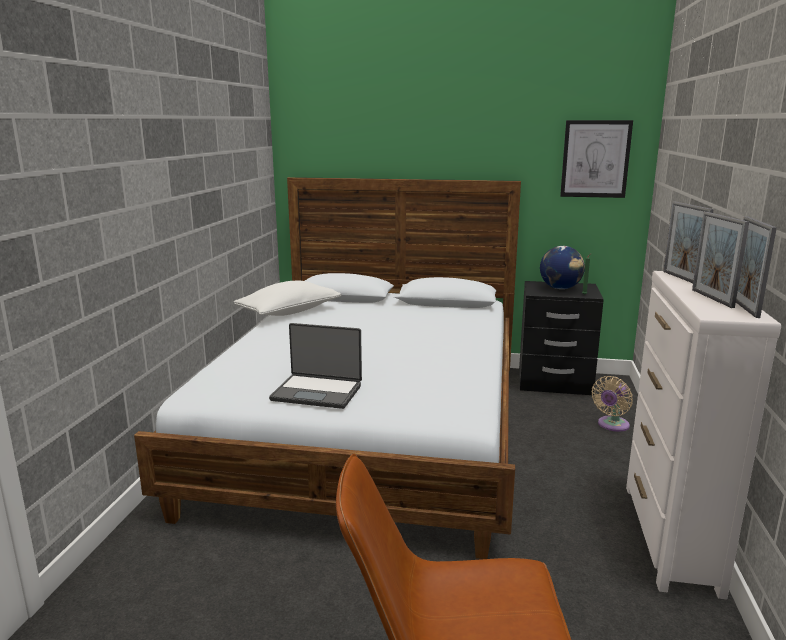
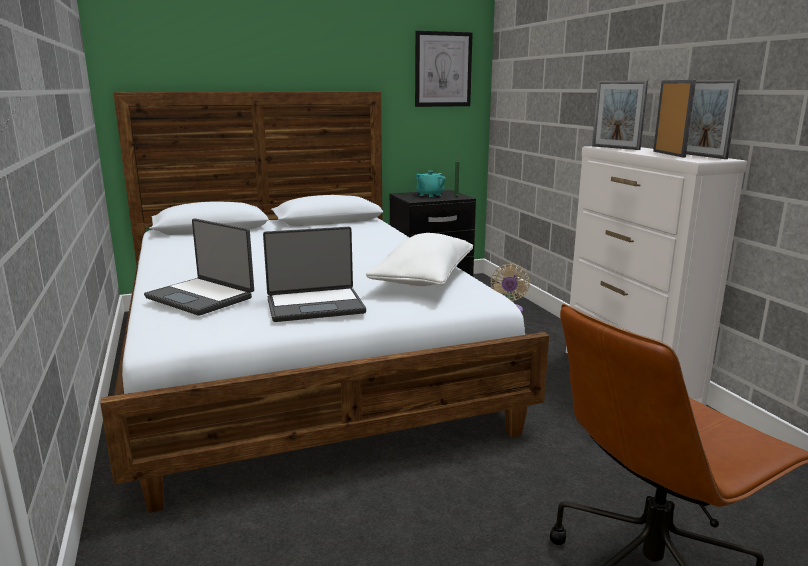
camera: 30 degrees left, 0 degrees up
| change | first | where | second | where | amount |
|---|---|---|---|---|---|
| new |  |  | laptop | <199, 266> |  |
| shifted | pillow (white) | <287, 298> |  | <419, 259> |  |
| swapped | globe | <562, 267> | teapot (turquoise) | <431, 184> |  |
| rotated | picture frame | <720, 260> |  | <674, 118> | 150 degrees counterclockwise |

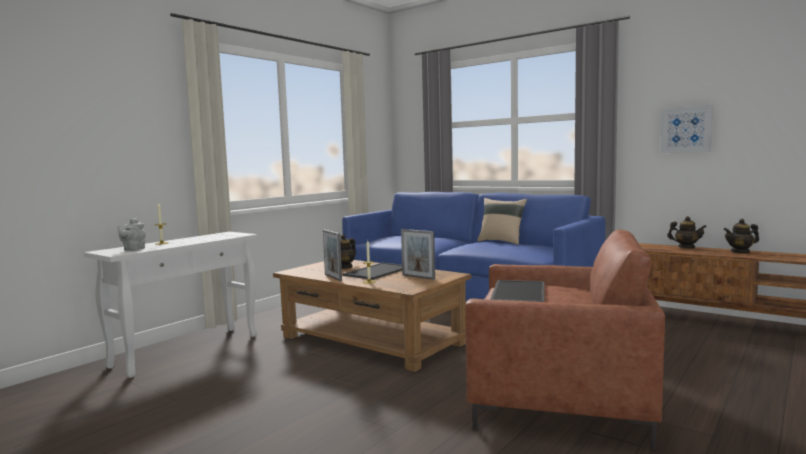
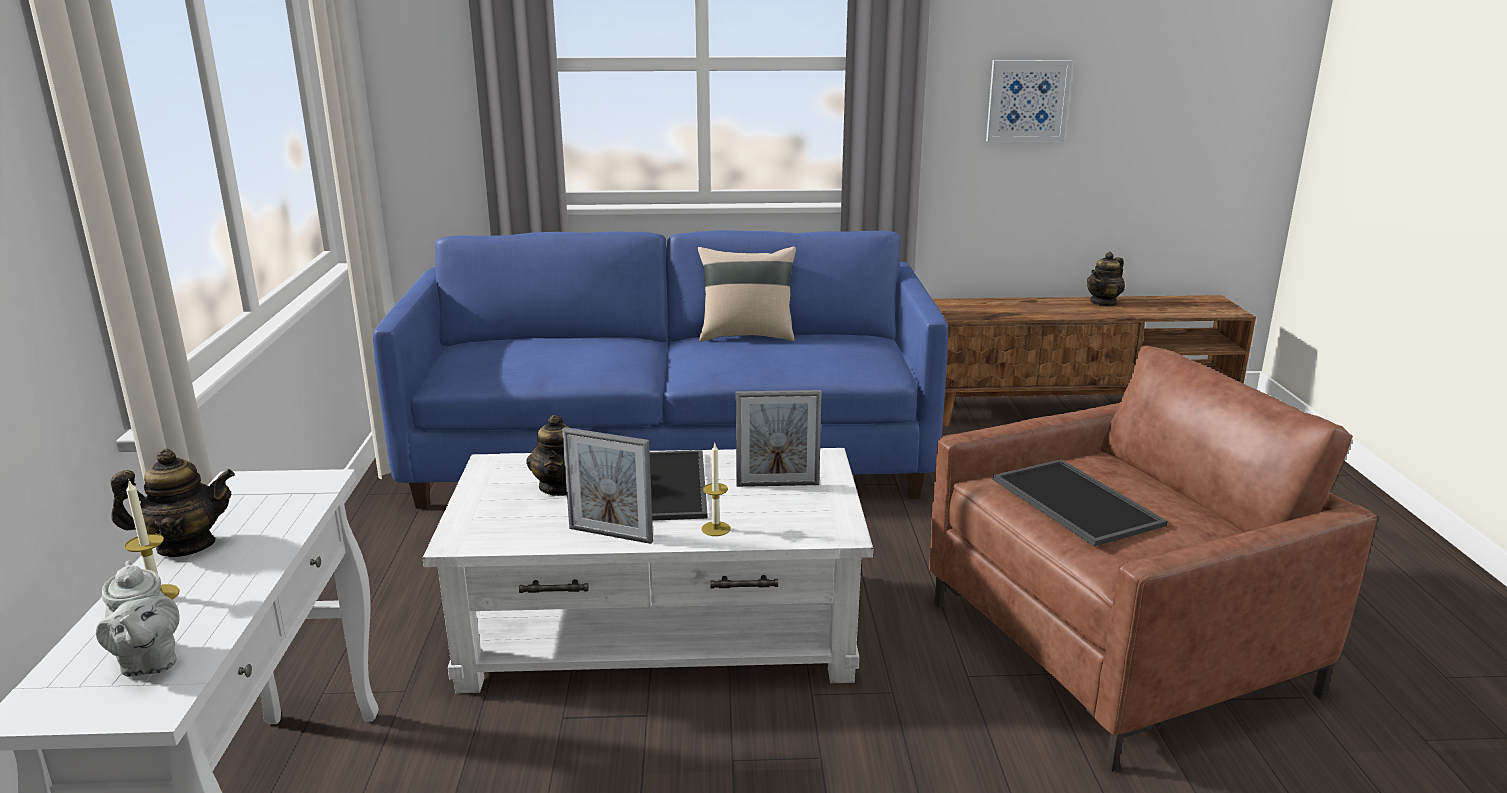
camera: 40 degrees left, 15 degrees up
| change | first | where | second | where | amount |
|---|---|---|---|---|---|
| shifted | teapot | <687, 232> |  | <172, 503> |  |
| repainted | coffee table (brown) | <372, 316> | coffee table (white) | <648, 570> |  |

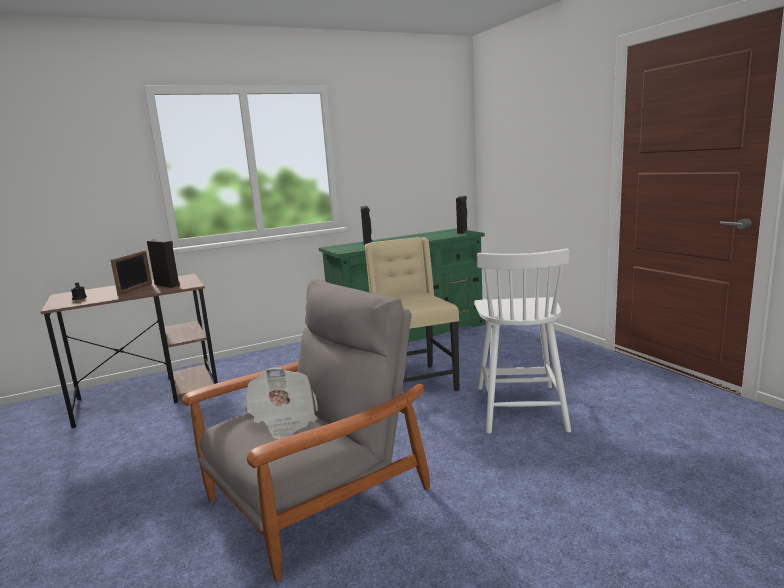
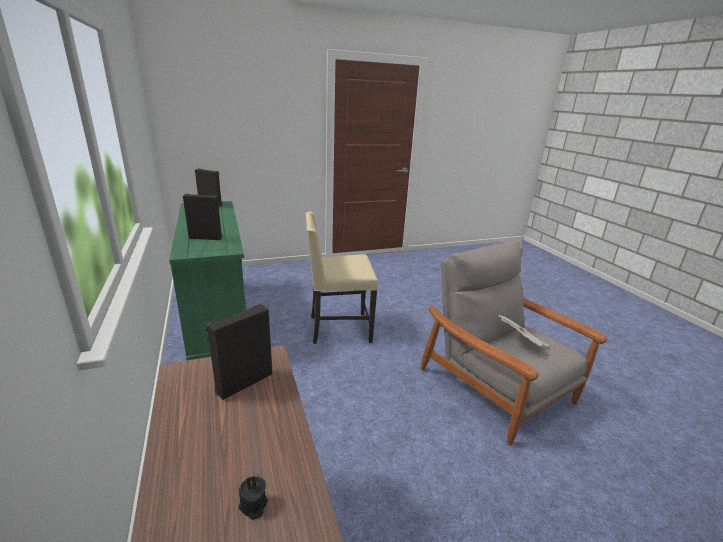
camera: 85 degrees left, 10 degrees up
| change | first | where | second | where | amount |
|---|---|---|---|---|---|
| gone | picture frame | <131, 273> |  |  |  |
| gone | chair (white) | <522, 341> |  |  |  |

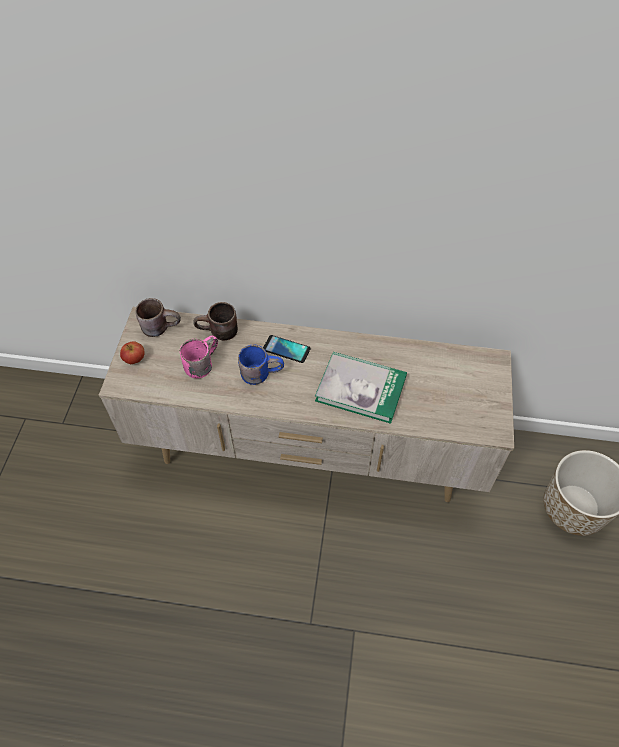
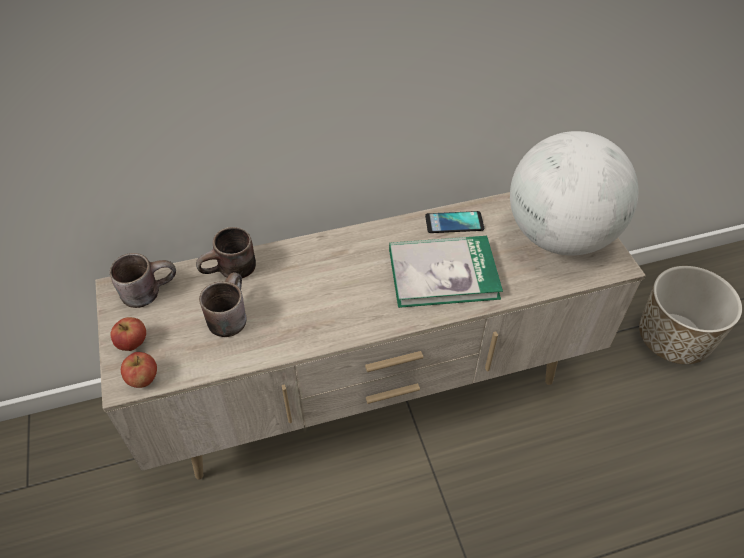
camera: 25 degrees left, 5 degrees down
| change | first | where | second | where | amount |
|---|---|---|---|---|---|
| gone | mug (blue) | <261, 365> |  |  |  |
| new |  |  | apple | <139, 370> |  |
| new |  |  | globe | <574, 193> |  |
| shifted | phone | <286, 349> |  | <454, 222> |  |
| repainted | mug (pink) | <199, 357> | mug (brown) | <223, 304> |  |

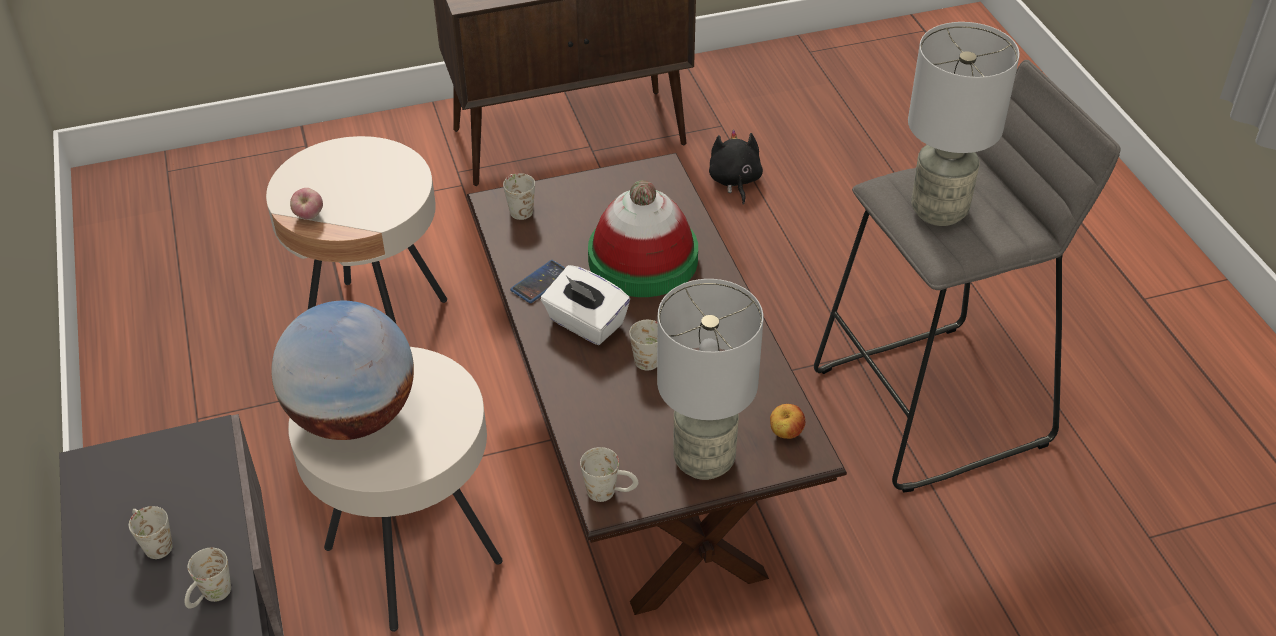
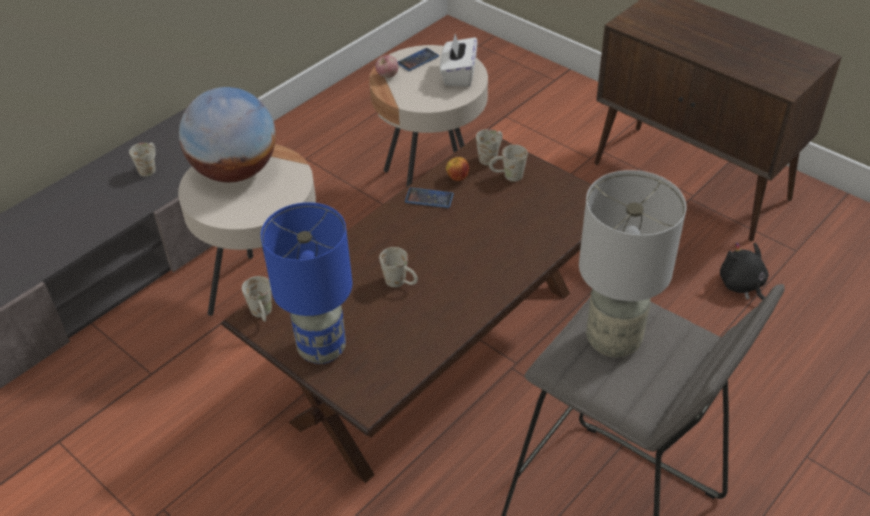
camera: 60 degrees right, 0 degrees up
| change | first | where | second | where | amount |
|---|---|---|---|---|---|
| gone | hat | <643, 238> |  |  |  |
| new |  |  | phone | <418, 59> |  |
| shifted | mug (white) | <207, 578> |  | <508, 163> |  |
| shifted | tissue box (white) | <585, 305> |  | <458, 60> |  |
| shifted | apple | <787, 421> |  | <457, 169> |  |
| repainted | table lamp (grey) | <710, 379> | table lamp (blue) | <306, 283> |  |
| rotated | plush toy (black) | <736, 167> |  | <744, 271> | 75 degrees counterclockwise |

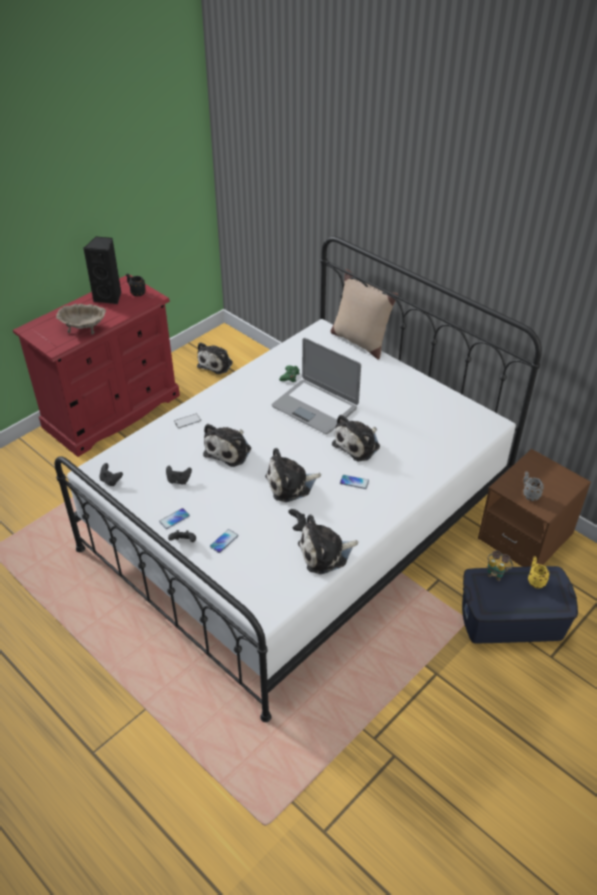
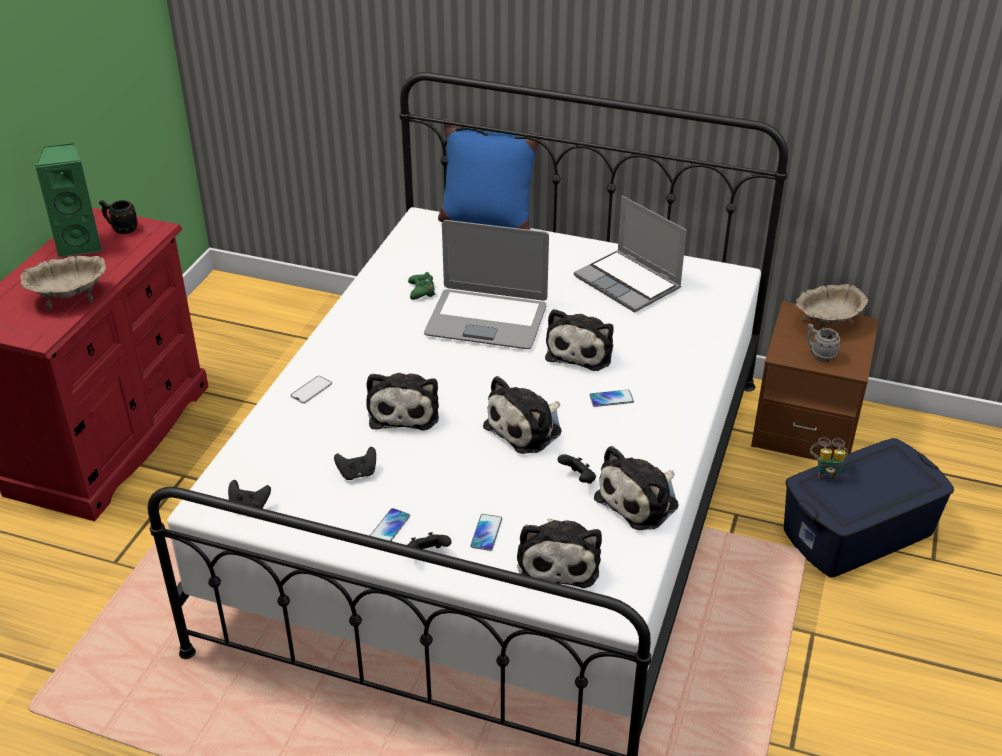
camera: 25 degrees left, 5 degrees down
| change | first | where | second | where | amount |
|---|---|---|---|---|---|
| gone | mug (yellow) | <539, 572> |  |  |  |
| new |  |  | laptop | <630, 254> |  |
| new |  |  | bowl (beige) | <832, 307> |  |
| shifted | plush toy | <215, 358> |  | <559, 553> |  |
| repainted | speaker (black) | <102, 270> | speaker (green) | <68, 200> |  |
| repainted | pillow (beige) | <364, 314> | pillow (blue) | <489, 174> |  |

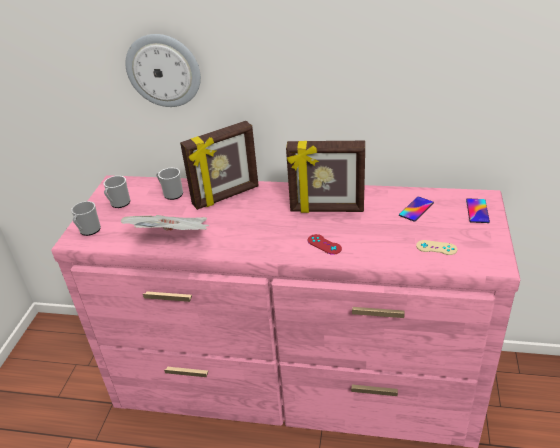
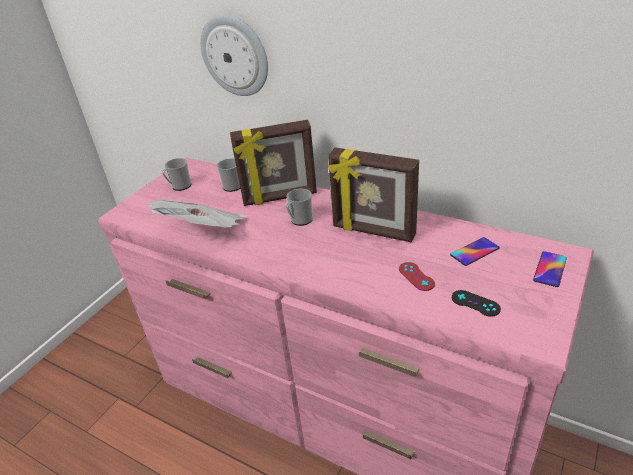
camera: 20 degrees right, 0 degrees up
| change | first | where | second | where | amount |
|---|---|---|---|---|---|
| shifted | mug | <86, 218> |  | <299, 207> |  |
| shifted | game controller (red) | <325, 244> |  | <417, 276> |  |
| repainted | game controller (beige) | <436, 247> | game controller (black) | <476, 303> |  |

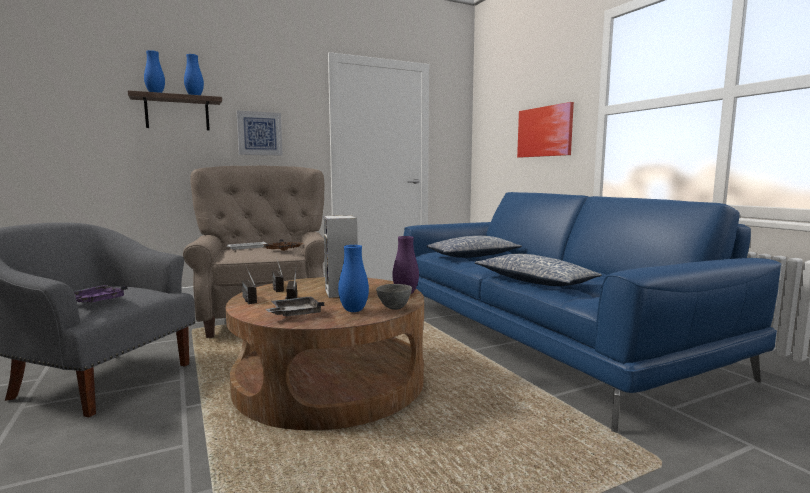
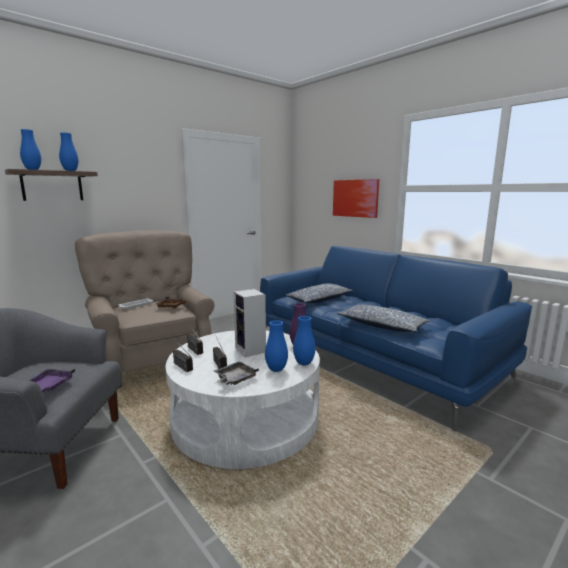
camera: 15 degrees left, 5 degrees up
| change | first | where | second | where | amount |
|---|---|---|---|---|---|
| gone | picture | <260, 133> |  |  |  |
| swapped | bowl (grey) | <394, 297> | vase (blue) | <304, 340> |  |
| repainted | coffee table (brown) | <325, 353> | coffee table (white) | <243, 399> |  |

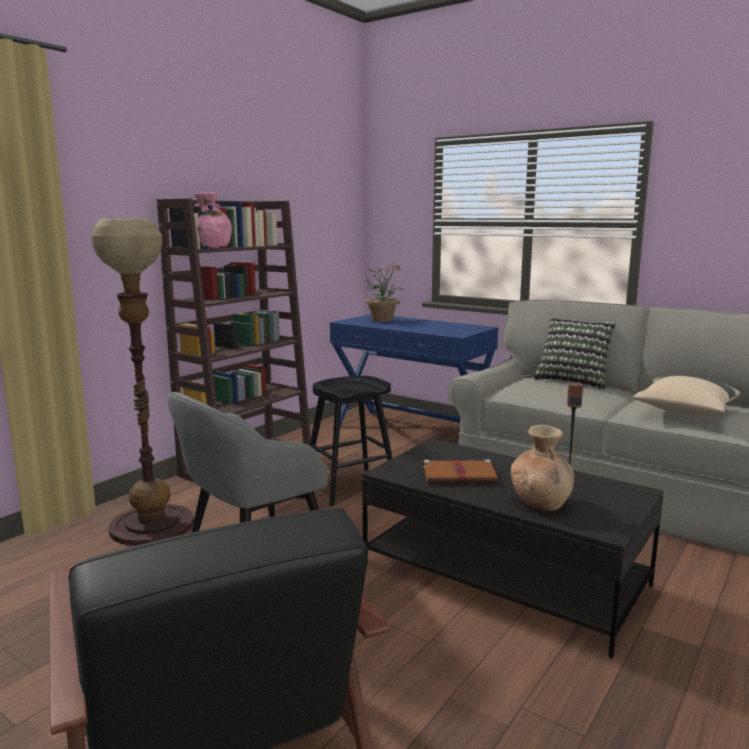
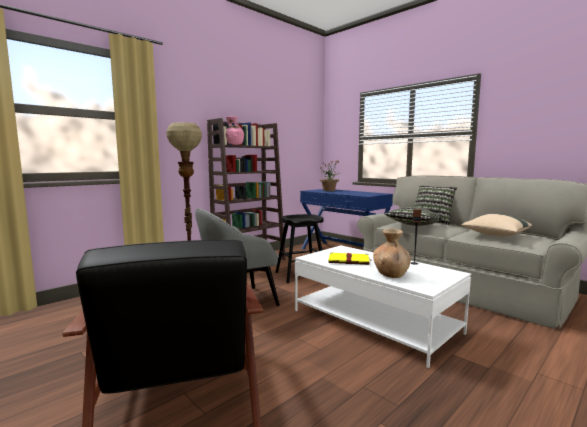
camera: 10 degrees right, 5 degrees down
| change | first | where | second | where | amount |
|---|---|---|---|---|---|
| new |  |  | pillow | <414, 216> |  |
| repainted | coffee table (black) | <513, 548> | coffee table (white) | <383, 306> |  |
| repainted | book (brown) | <460, 472> | book (yellow) | <349, 258> |  |

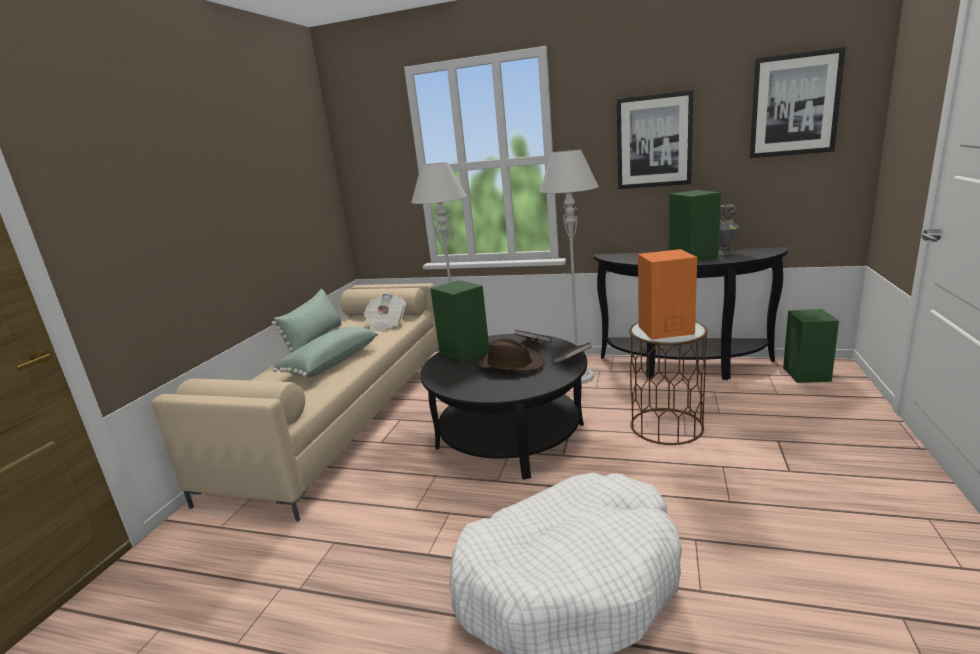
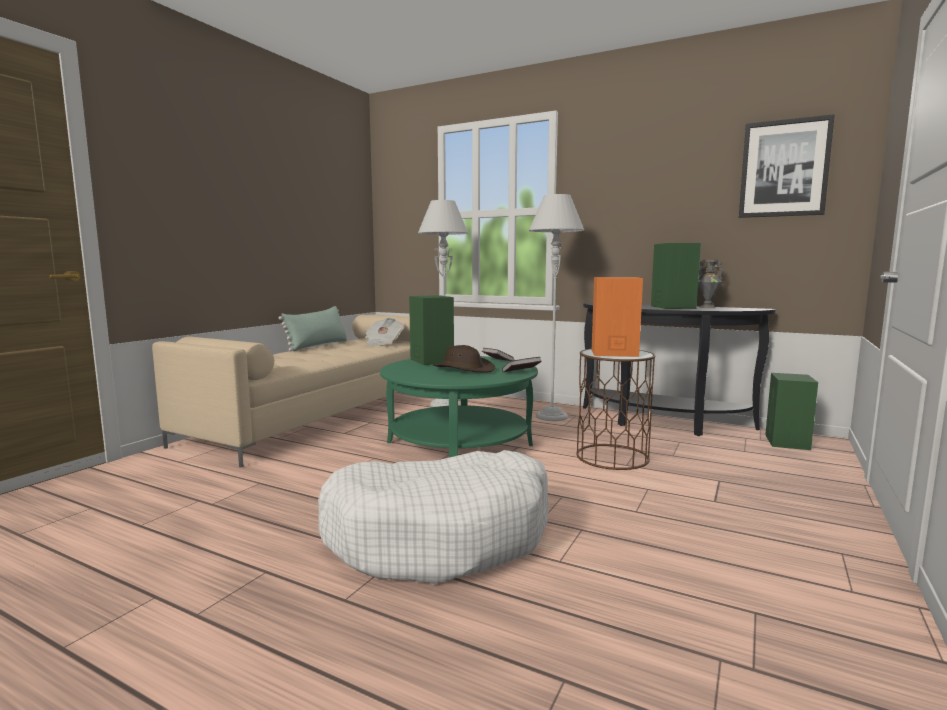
camera: 10 degrees right, 10 degrees down
| change | first | where | second | where | amount |
|---|---|---|---|---|---|
| gone | pillow (green) | <325, 352> |  |  |  |
| gone | picture | <655, 139> |  |  |  |
| repainted | coffee table (black) | <503, 407> | coffee table (green) | <459, 406> |  |

